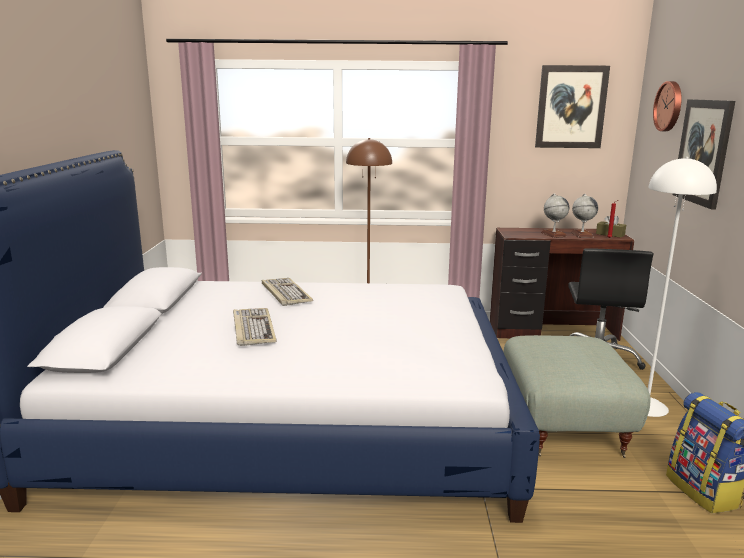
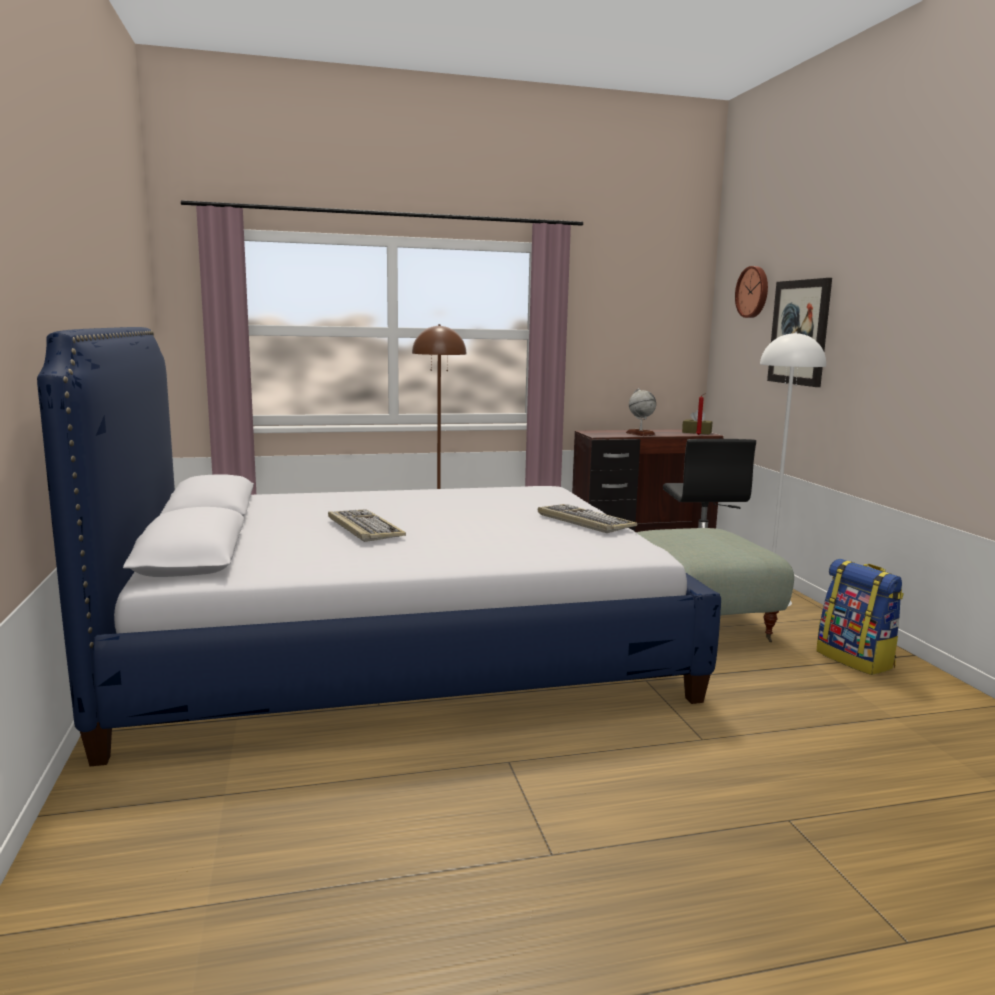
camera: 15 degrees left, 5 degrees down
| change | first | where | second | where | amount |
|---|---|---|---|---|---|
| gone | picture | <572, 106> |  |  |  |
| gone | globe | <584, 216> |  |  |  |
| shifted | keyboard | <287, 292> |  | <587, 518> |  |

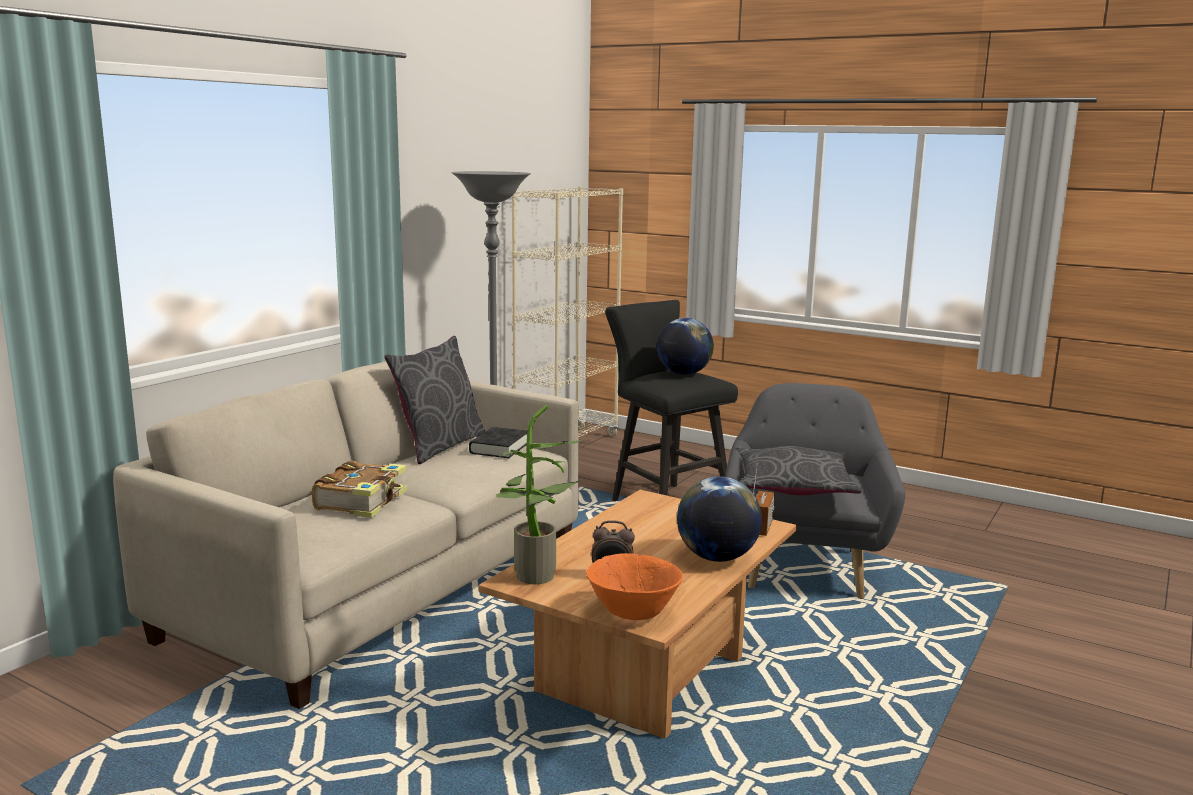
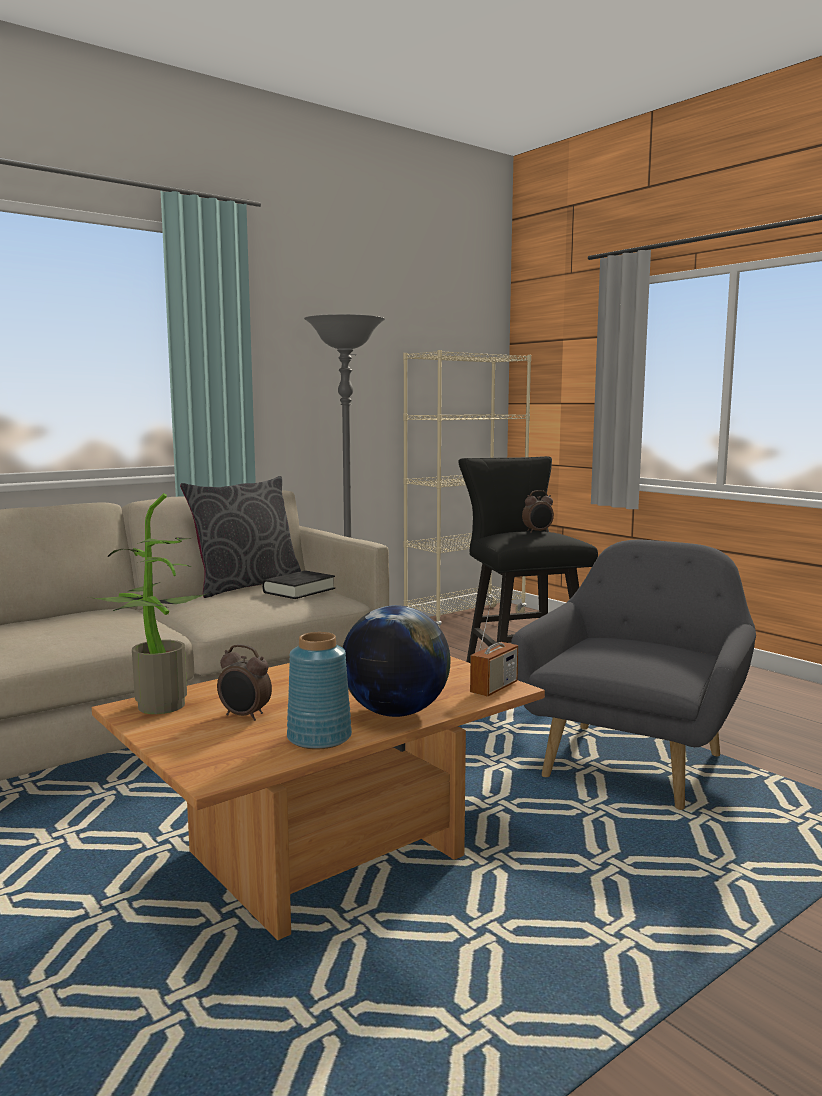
camera: 20 degrees right, 5 degrees down
| change | first | where | second | where | amount |
|---|---|---|---|---|---|
| gone | book | <359, 489> |  |  |  |
| gone | bowl (orange) | <634, 586> |  |  |  |
| gone | pillow (grey) | <798, 470> |  |  |  |
| new |  |  | vase (blue) | <319, 690> |  |
| swapped | globe | <685, 346> | alarm clock | <538, 511> |  |

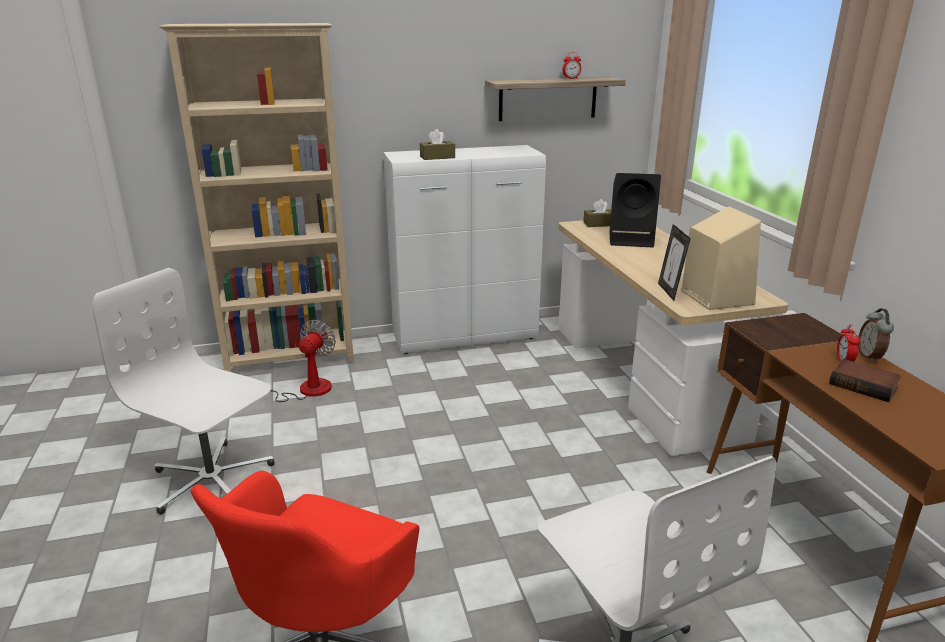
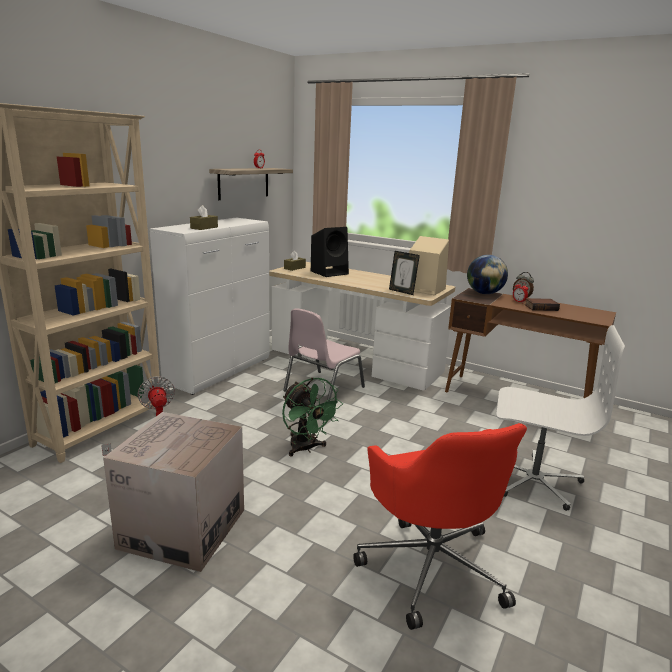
camera: 45 degrees left, 5 degrees down
| change | first | where | second | where | amount |
|---|---|---|---|---|---|
| new |  |  | fan (green) | <312, 416> |  |
| new |  |  | chair (pink) | <324, 355> |  |
| new |  |  | globe | <487, 274> |  |
| swapped | office chair (white) | <184, 391> | cardboard box | <173, 492> |  |

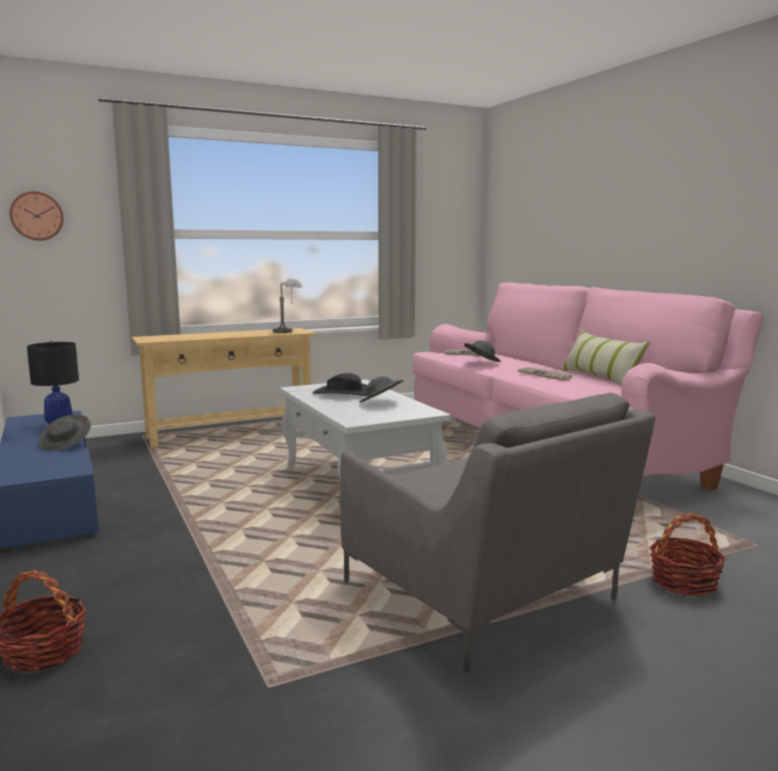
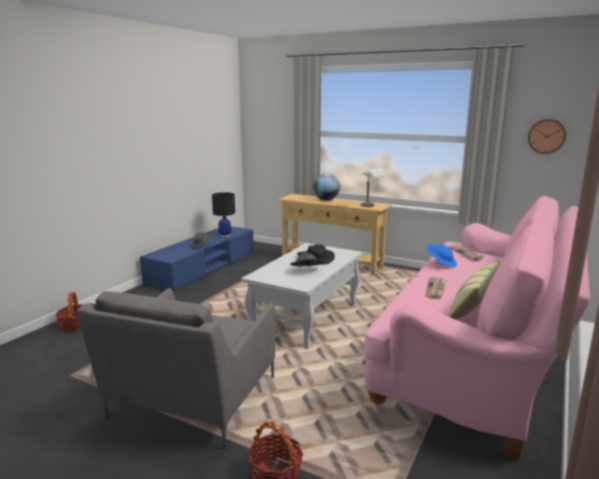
camera: 55 degrees right, 5 degrees up
| change | first | where | second | where | amount |
|---|---|---|---|---|---|
| new |  |  | globe | <326, 186> |  |
| shifted | wall clock | <36, 216> |  | <547, 136> |  |
| repainted | hat (grey) | <482, 351> | hat (blue) | <442, 255> |  |

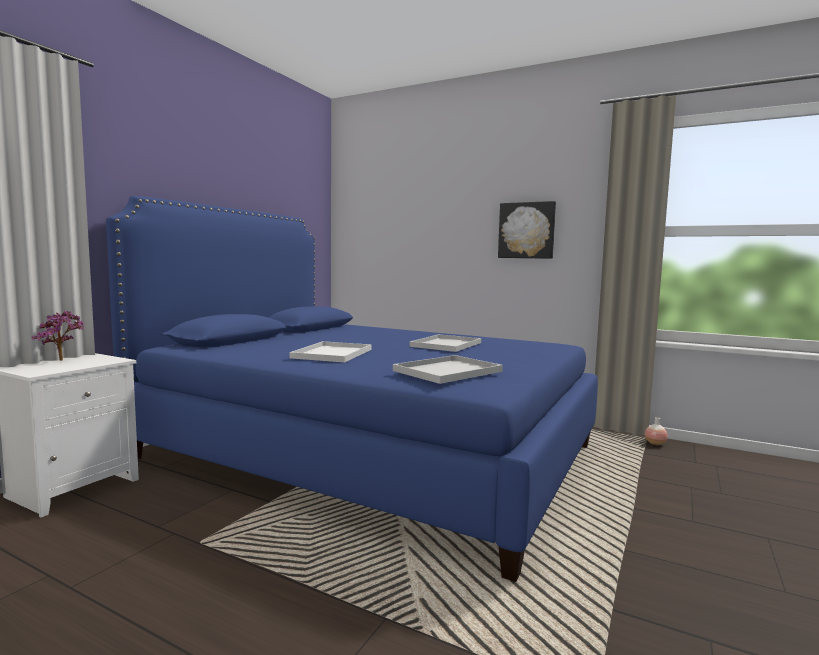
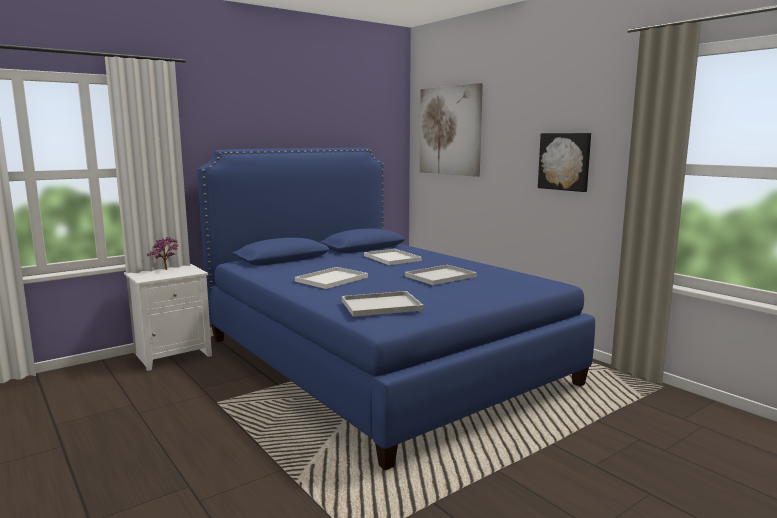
camera: 25 degrees right, 5 degrees up
| change | first | where | second | where | amount |
|---|---|---|---|---|---|
| gone | vase | <656, 431> |  |  |  |
| new |  |  | tray (white) | <393, 257> |  |
| new |  |  | picture | <451, 130> |  |

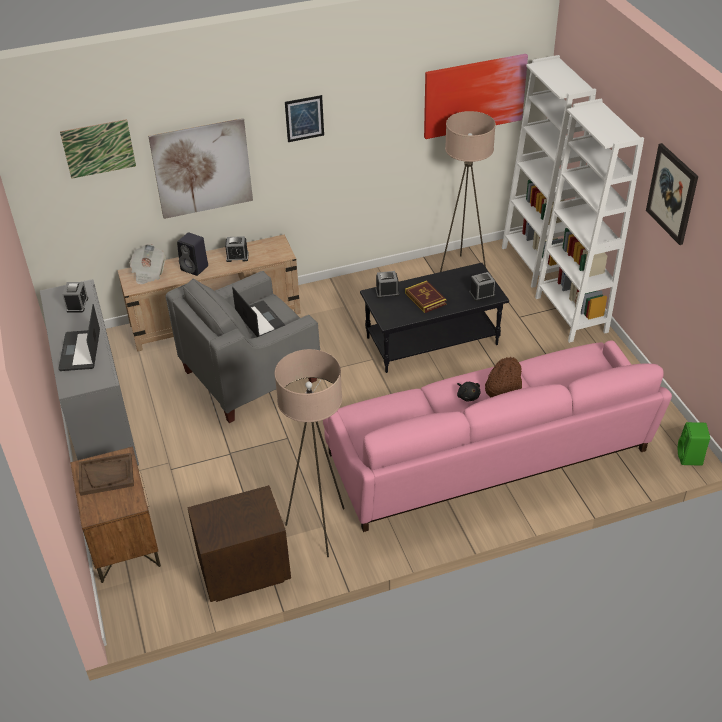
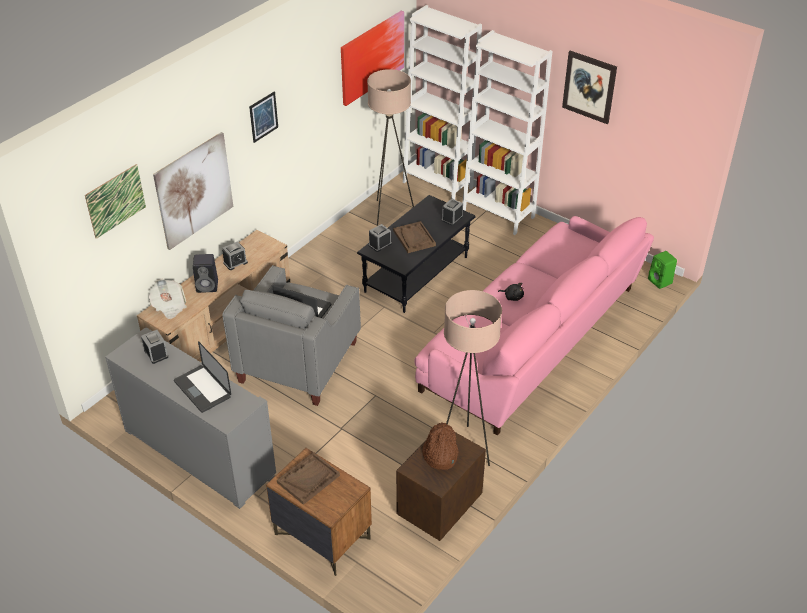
camera: 35 degrees left, 0 degrees up
| change | first | where | second | where | amount |
|---|---|---|---|---|---|
| shifted | hat (brown) | <503, 377> |  | <440, 446> |  |
| swapped | book | <426, 296> | tray (brown) | <414, 237> |  |

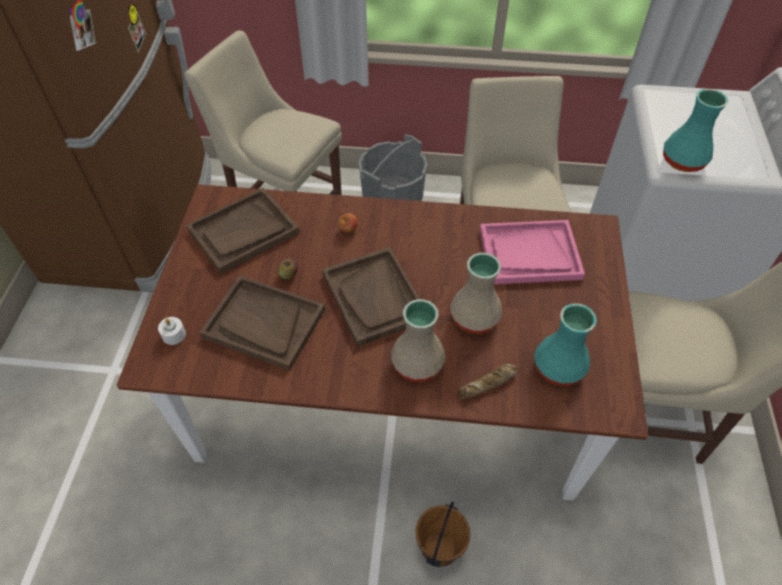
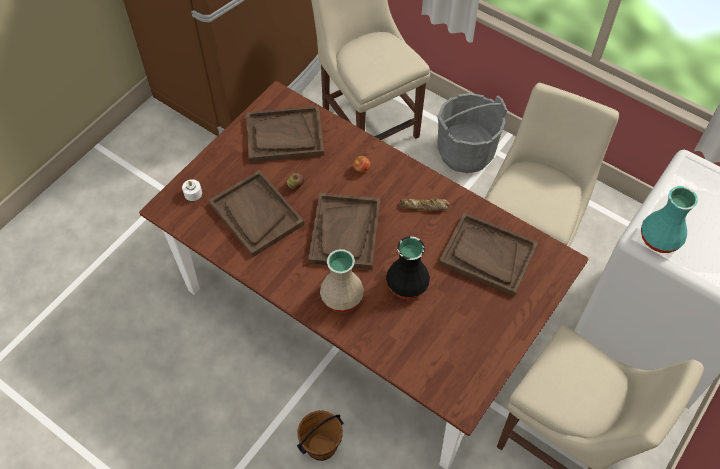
camera: 30 degrees right, 5 degrees up
| change | first | where | second | where | amount |
|---|---|---|---|---|---|
| gone | vase (turquoise) | <565, 344> |  |  |  |
| shifted | bread | <487, 381> |  | <425, 204> |  |
| repainted | vase (beige) | <476, 293> | vase (black) | <408, 267> |  |
| repainted | tray (pink) | <532, 252> | tray (brown) | <488, 254> |  |

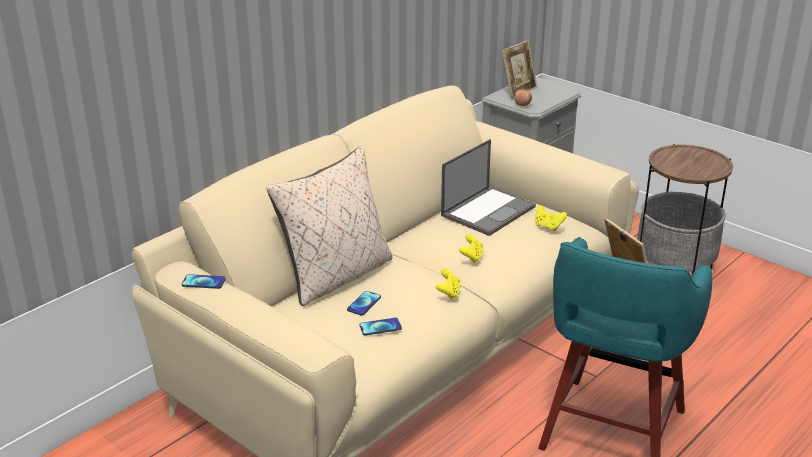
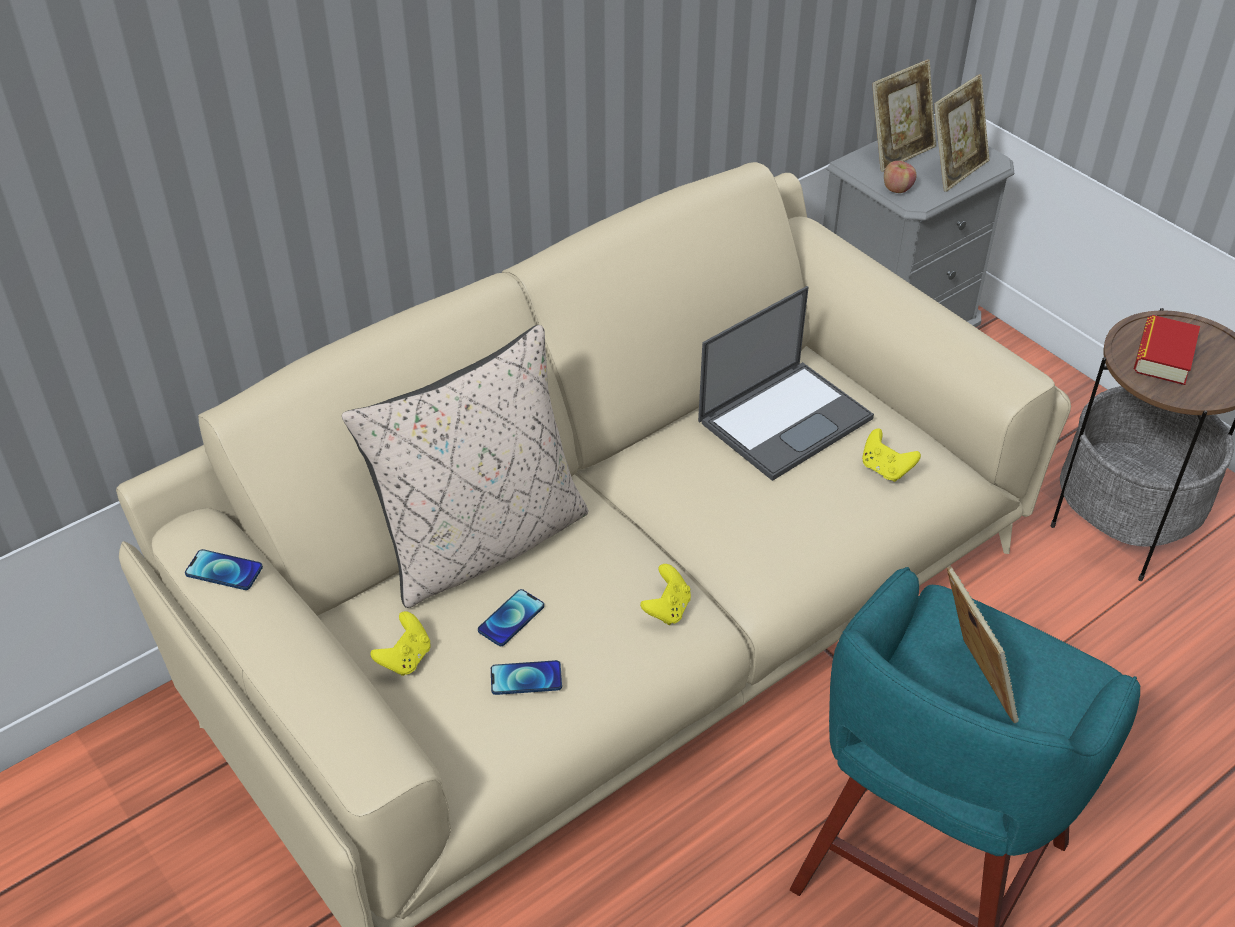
camera: 10 degrees right, 15 degrees up
| change | first | where | second | where | amount |
|---|---|---|---|---|---|
| new |  |  | picture frame | <962, 133> |  |
| new |  |  | book | <1167, 350> |  |
| shifted | game controller (yellow) | <471, 248> |  | <400, 643> |  |

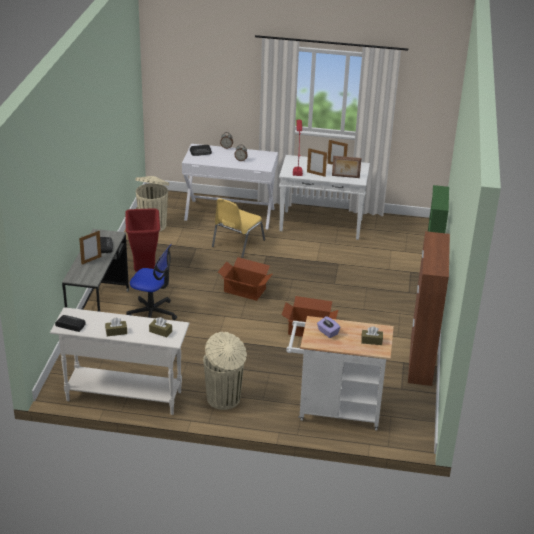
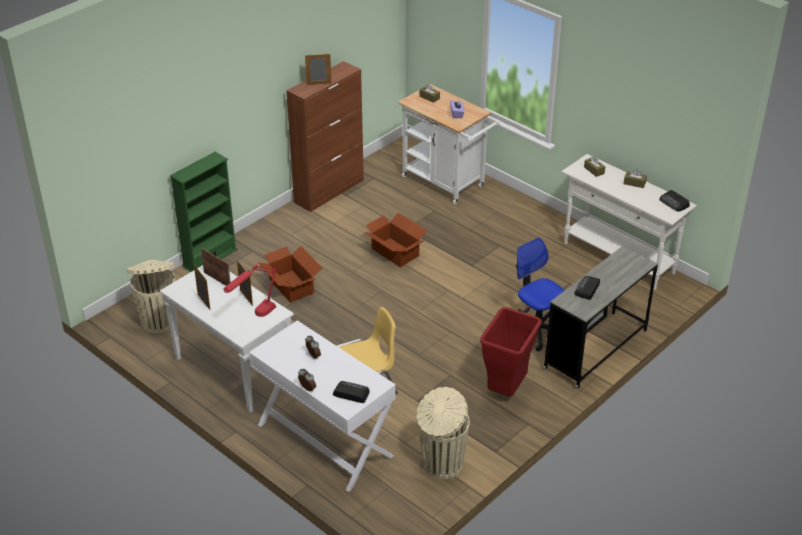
camera: 145 degrees left, 5 degrees up
| change | first | where | second | where | amount |
|---|---|---|---|---|---|
| shifted | picture frame | <90, 247> |  | <318, 69> |  |
| shifted | trash can (beige) | <225, 371> |  | <152, 297> |  |
| shifted | cardboard box | <245, 279> |  | <290, 274> |  |

